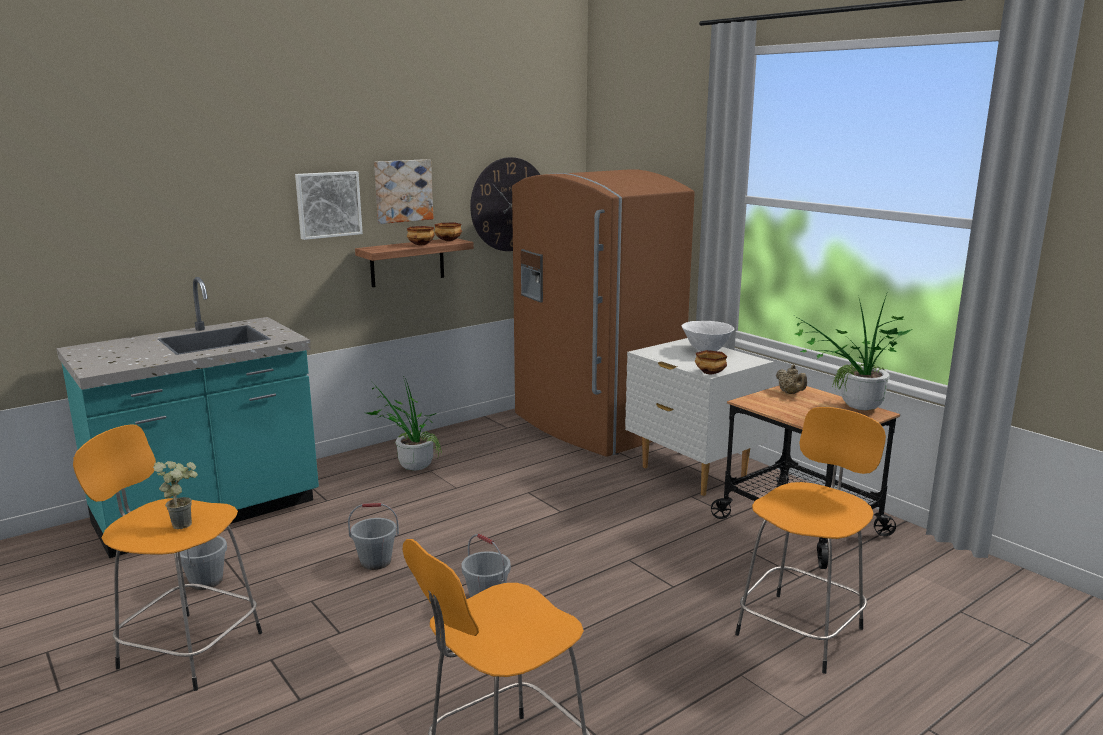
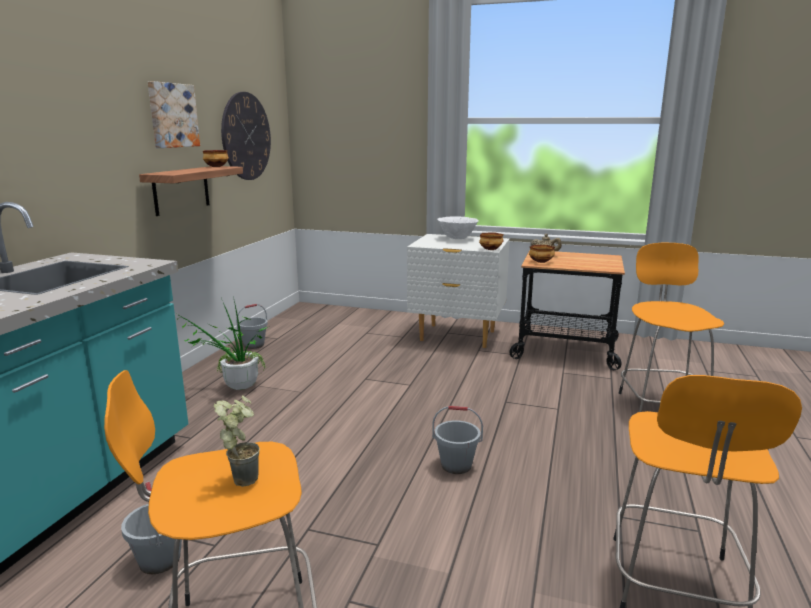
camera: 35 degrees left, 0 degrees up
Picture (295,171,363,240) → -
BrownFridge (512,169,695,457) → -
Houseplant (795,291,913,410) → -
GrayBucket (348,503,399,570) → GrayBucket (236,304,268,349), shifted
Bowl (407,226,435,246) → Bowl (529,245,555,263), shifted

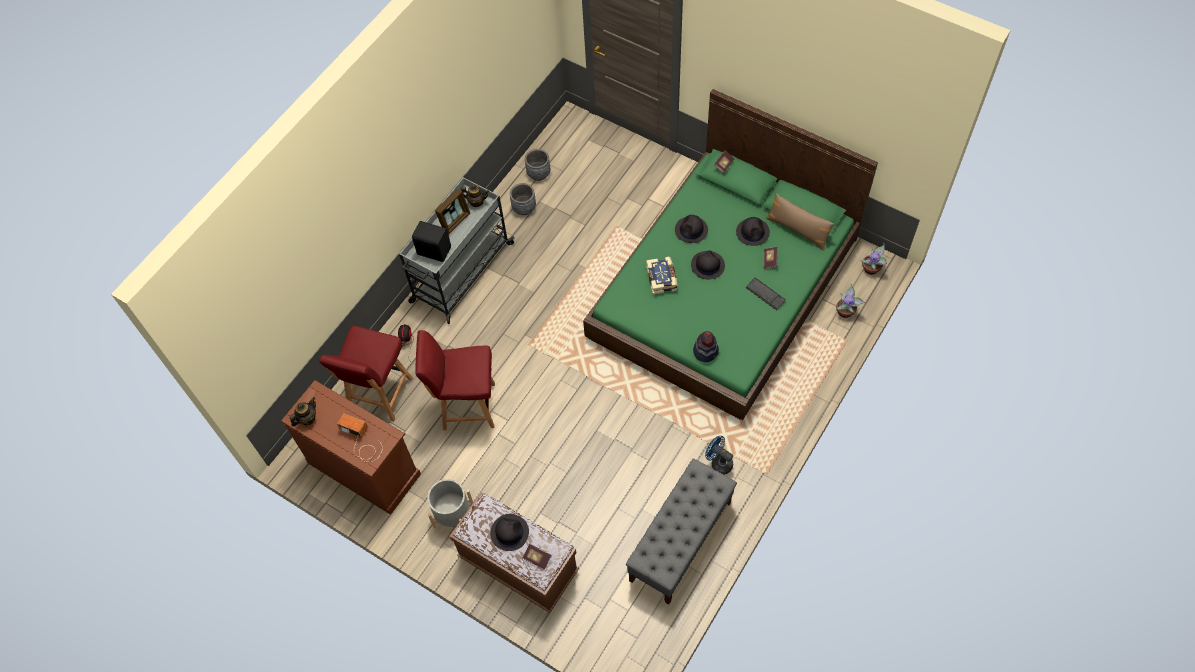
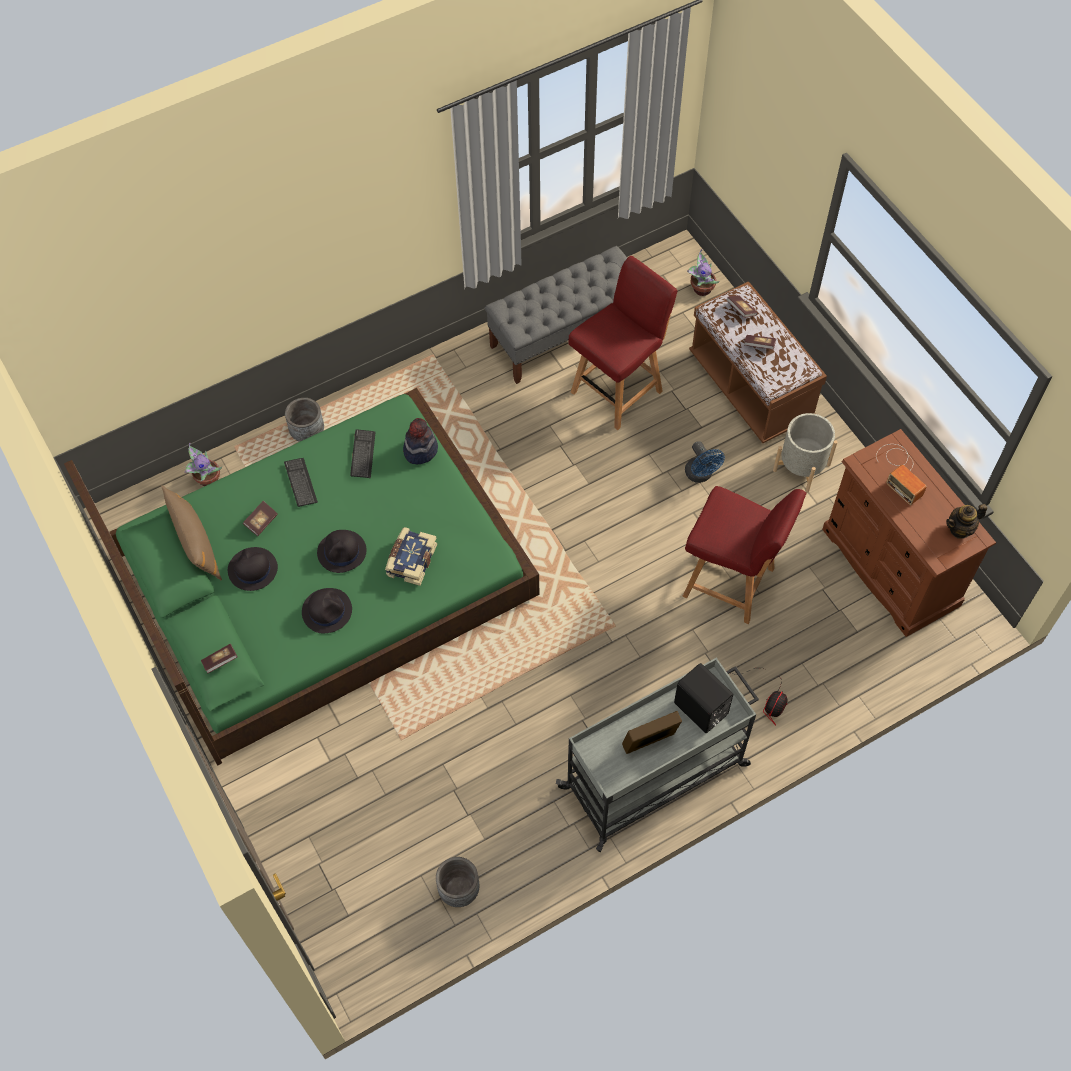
camera: 155 degrees left, 0 degrees up
PotForTea (461,184,489,207) → -
- → PcKeyboard (350,429,376,478)
RedColouredUprightChair (319,326,413,421) → RedColouredUprightChair (568,256,678,430), shifted
GrayPlanter (510,183,536,215) → GrayPlanter (285,398,324,442), shifted
BluishFan (705,436,733,475) → BluishFan (685,441,725,483), shifted
Houseplant (860,243,887,275) → Houseplant (687,249,720,296), shifted
BlackColouredWearableHat (490,514,529,551) → Volume (744,335,776,350)

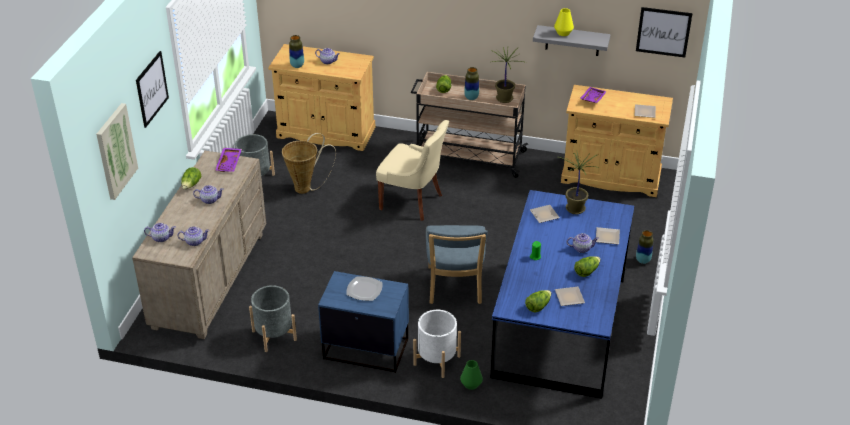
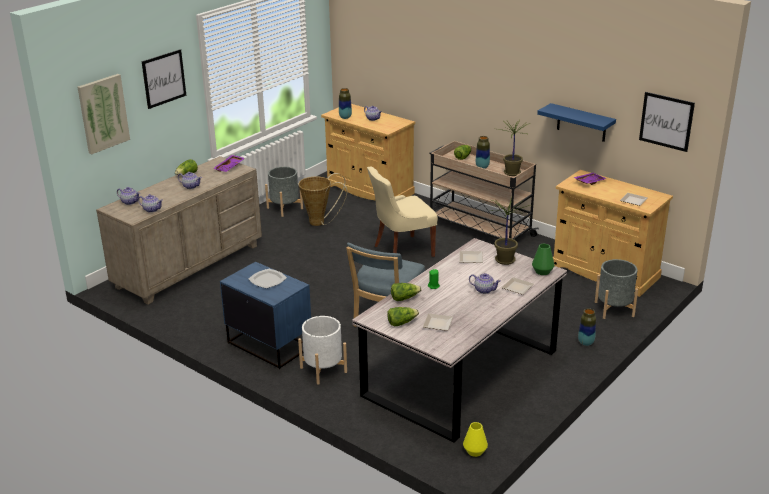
camera: 25 degrees right, 10 degrees down
GrayPlanter (249,285,297,352) → GrayPlanter (595,259,638,319), shifted
GreenVase (460,360,483,390) → GreenVase (532,244,554,275), shifted
YellowVase (554,8,574,36) → YellowVase (463,422,488,457), shifted
HeadOfLettuce (574,256,600,277) → HeadOfLettuce (391,283,422,301), shifted
BluishDiningTable (490,190,634,399) → GrayDiningTable (352,238,567,443)
GrayWallShelf (533,25,611,56) → BluishWallShelf (537,103,616,142)
SandColouredUprightChair (376,120,449,221) → SandColouredUprightChair (367,167,438,257), 105 degrees clockwise

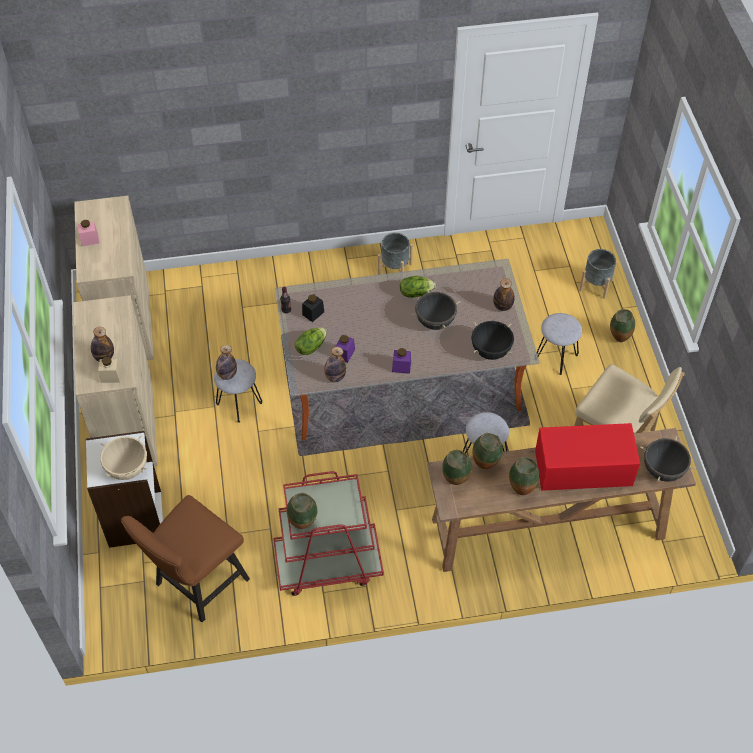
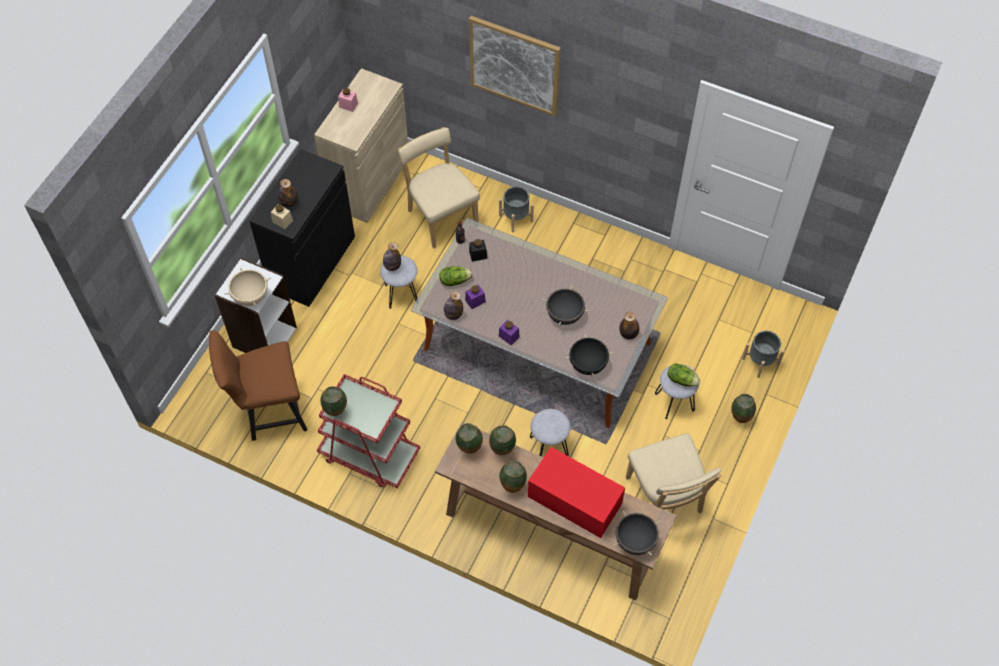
camera: 35 degrees right, 5 degrees up
- → SandColouredUprightChair (398,127,480,248)
- → Picture (469,16,561,116)
GrayPlanter (378,233,413,275) → GrayPlanter (499,186,534,232), shifted
HeadOfLettuce (400,276,436,298) → HeadOfLettuce (668,363,700,387), shifted
SandColouredCabinet (73,295,158,466) → BlackColouredCabinet (249,149,355,307)

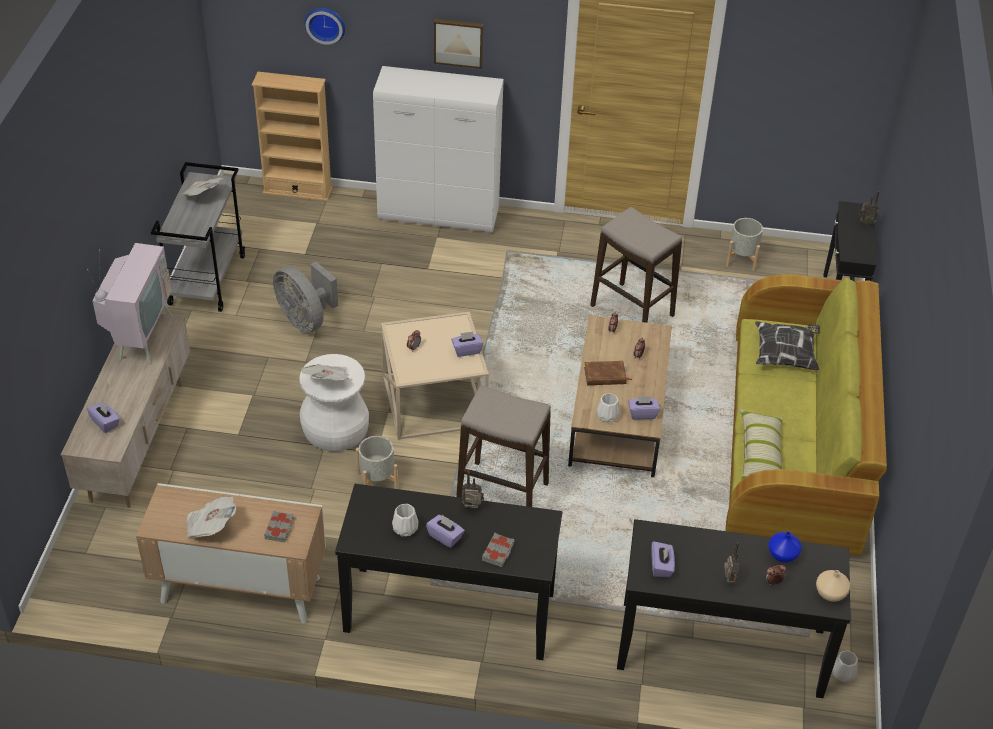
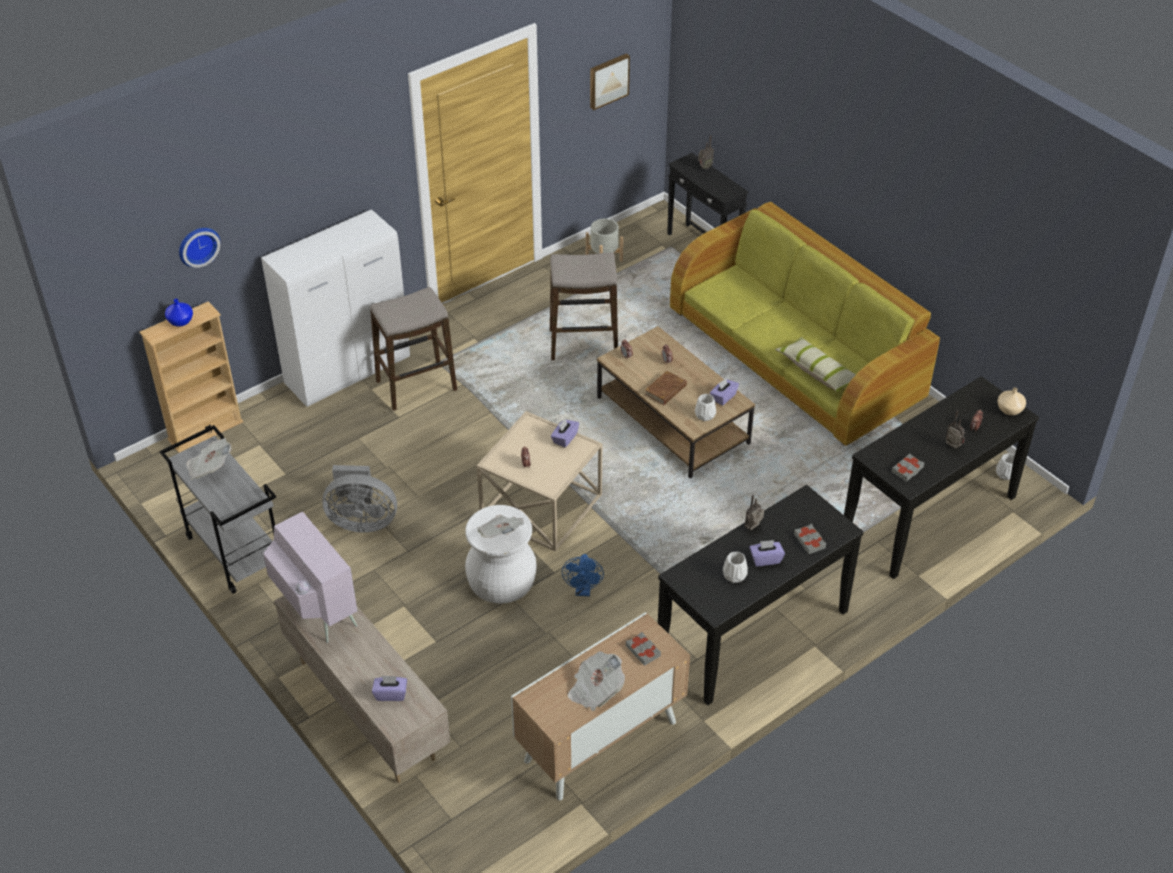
camera: 45 degrees left, 0 degrees up
Cushion (755,321,820,371) → -
Picture (434,19,483,69) → Picture (590,53,630,110), shifted
StoolSeat (456,385,551,507) → StoolSeat (370,287,457,411), shifted
BluishVase (768,532,802,563) → BluishVase (165,299,193,327), shifted
GrayPlanter (356,436,398,489) → BluishFan (562,554,604,596)
PurplishBoxOfTissues (651,541,675,577) → GrayVolume (892,453,924,482)

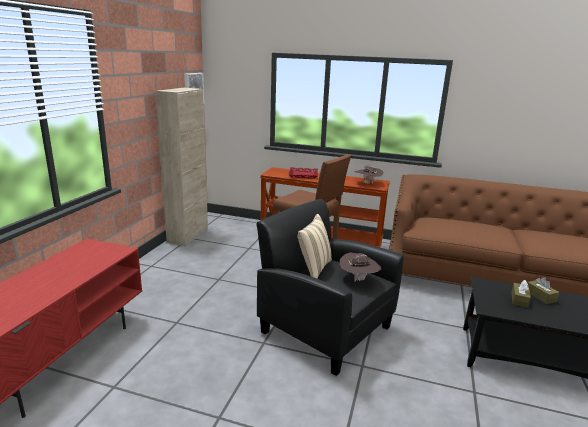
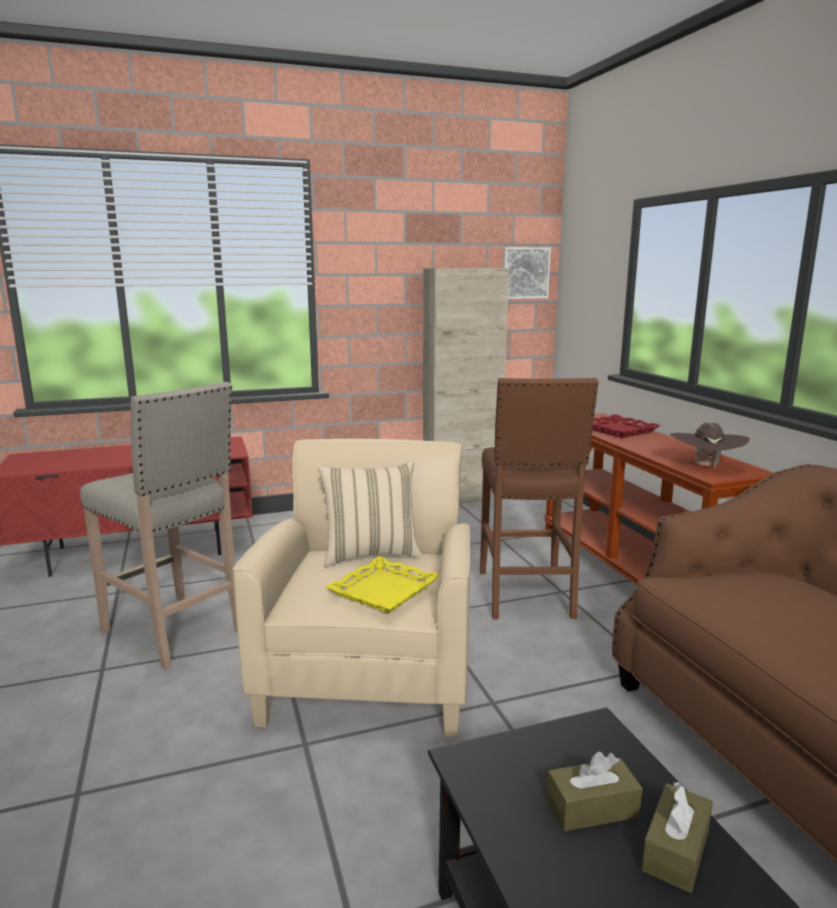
camera: 55 degrees right, 5 degrees down
- → SandColouredStoolSeat (80,382,237,670)
BrownWearableHat (340,253,381,282) → YellowCarryingTray (325,556,440,613)
BlackColouredEasyChair (256,199,404,376) → SandColouredEasyChair (233,439,470,737)

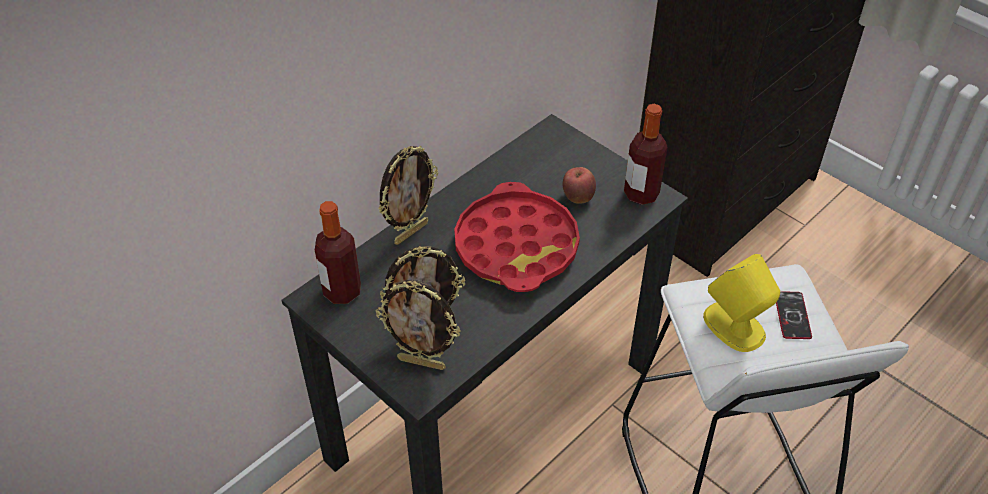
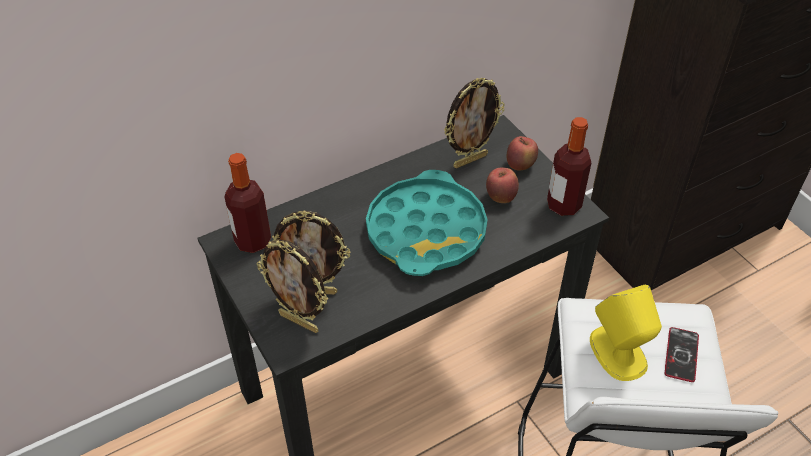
camera: 15 degrees right, 0 degrees up
- → AppleFruit (507,136,538,171)
StandingFrame (378,146,438,245) → StandingFrame (444,78,505,169), shifted
RedColouredCarryingTray (454,182,580,292) → TurquoiseColouredCarryingTray (366,170,488,276)

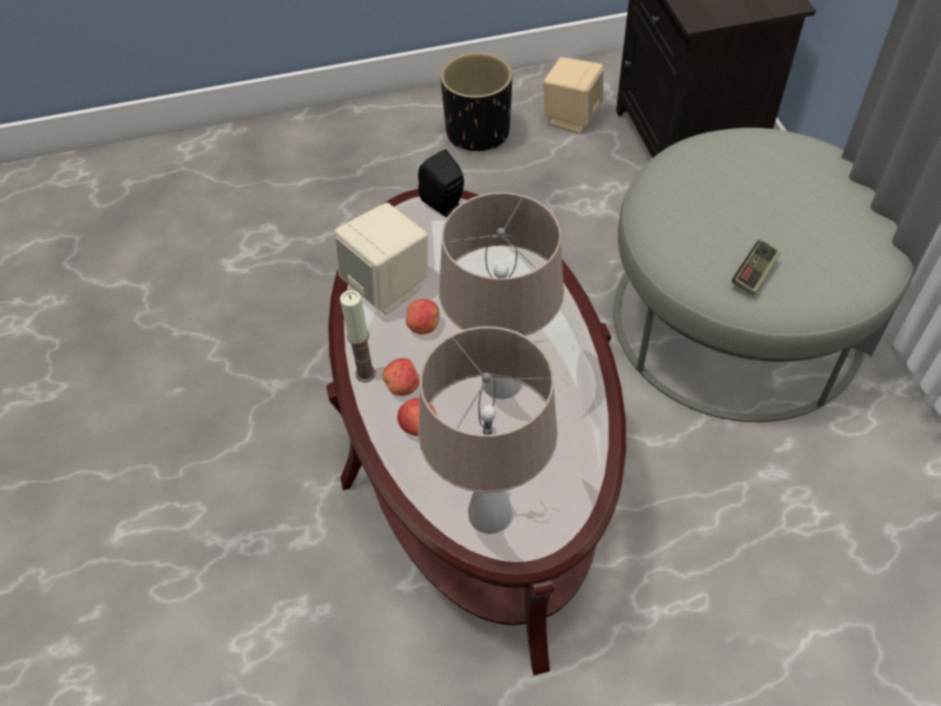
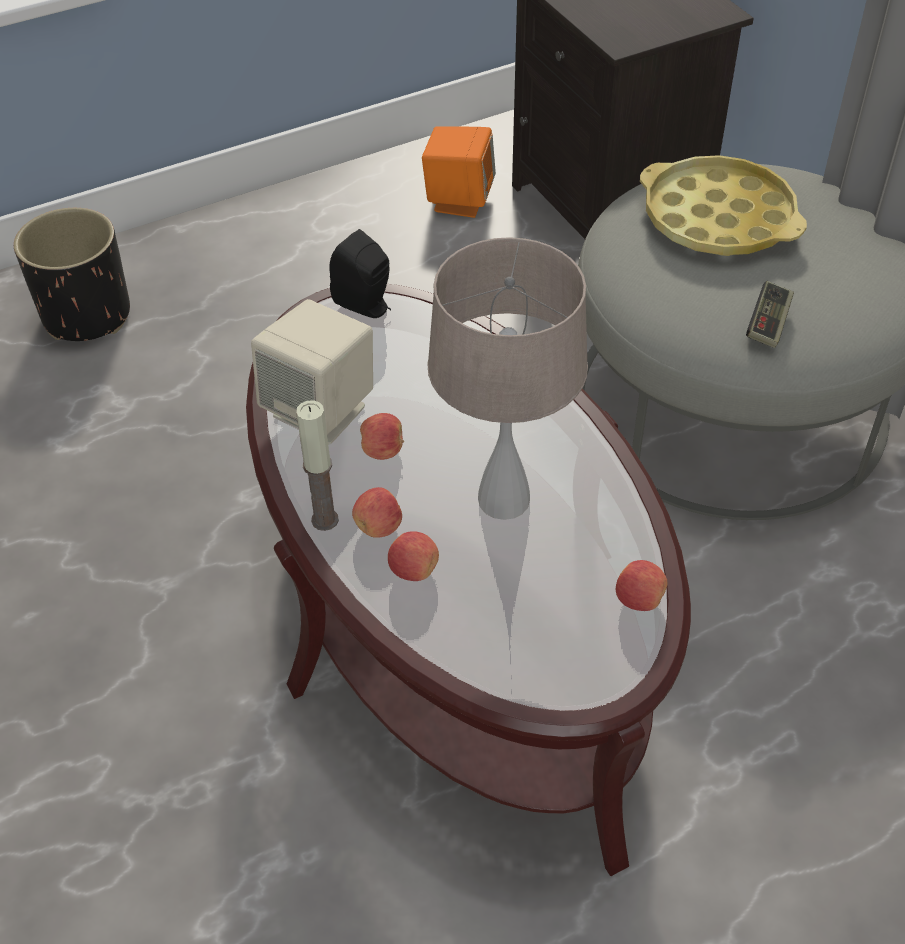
camera: 15 degrees left, 5 degrees down
SandColouredTabletopLamp (418,326,558,534) → -
- → AppleFruit (616,560,668,611)
- → YellowCarryingTray (640,155,807,256)
BlackColouredPlanter (440,52,513,151) → BlackColouredPlanter (14,208,130,341), shifted
SandColouredAudioSpeaker (543,57,603,133) → OrangeAudioSpeaker (422,126,496,218)

